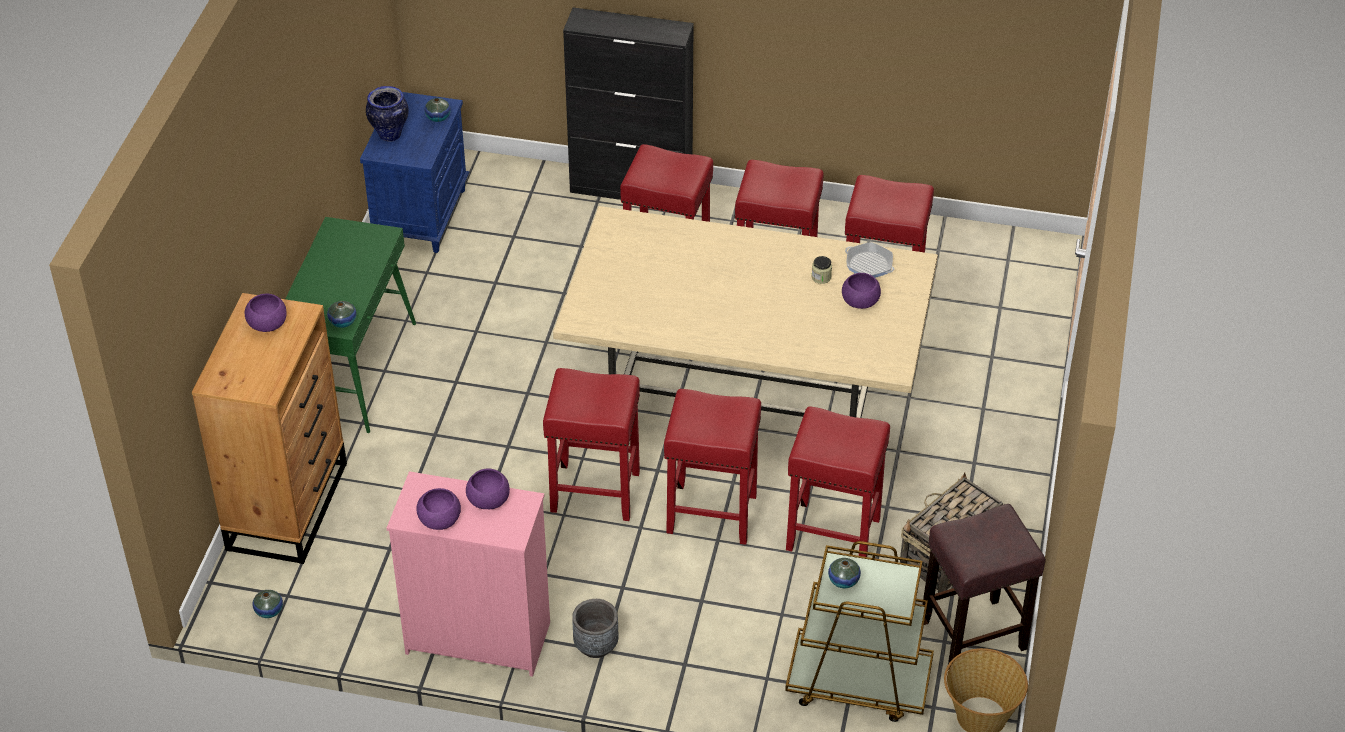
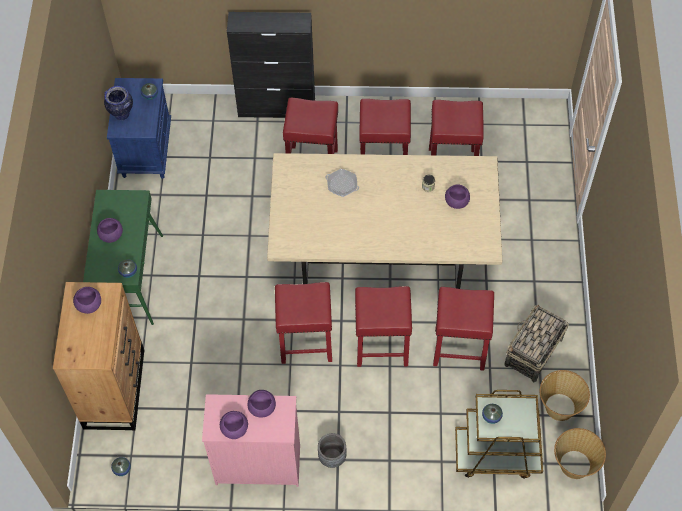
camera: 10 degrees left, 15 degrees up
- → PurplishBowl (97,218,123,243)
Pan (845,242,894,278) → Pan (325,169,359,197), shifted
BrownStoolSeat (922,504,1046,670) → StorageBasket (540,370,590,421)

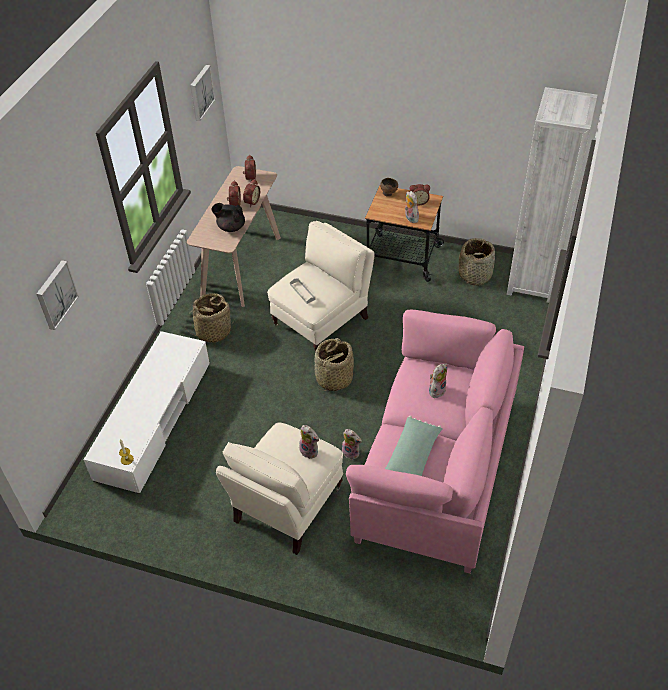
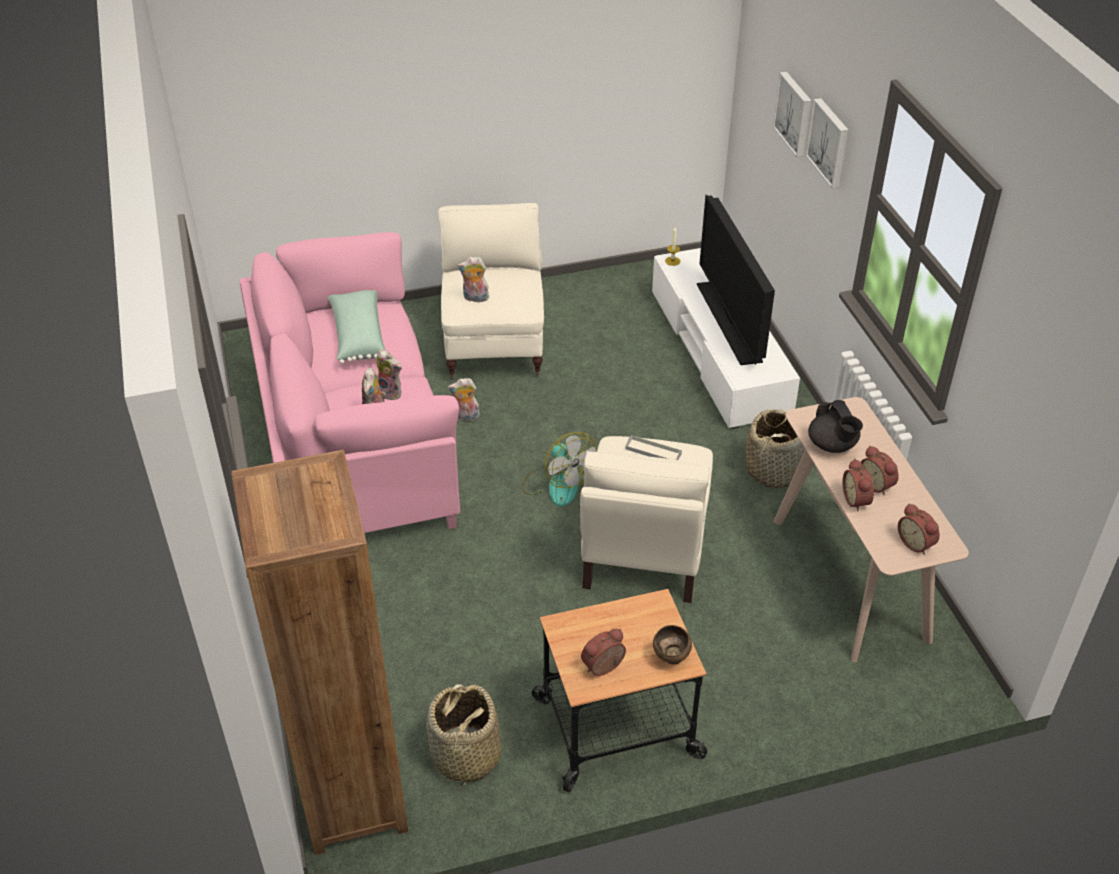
camera: 145 degrees right, 5 degrees down
- → TvSet (697,195,775,365)
Picture (190,65,215,121) → Picture (806,98,849,188), shifted
SoftToy (405,191,419,223) → SoftToy (376,350,402,400), shifted
StorageBasket (314,338,354,391) → Fan (522,432,597,507)
WhitishBookshelf (507,87,597,303) → BrownBookshelf (231,450,408,855)
BlackColouredPotForTea (212,203,245,232) → BlackColouredPotForTea (808,400,863,453), 90 degrees clockwise

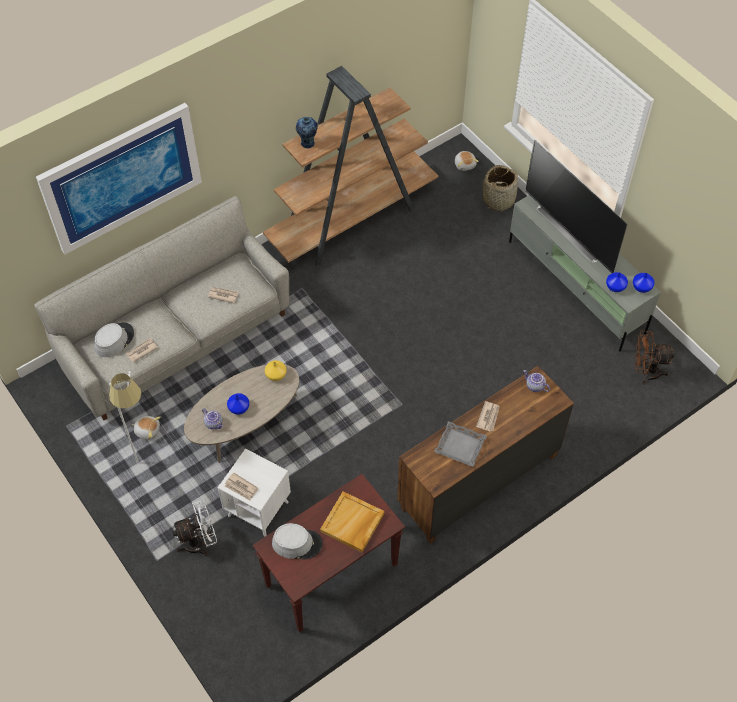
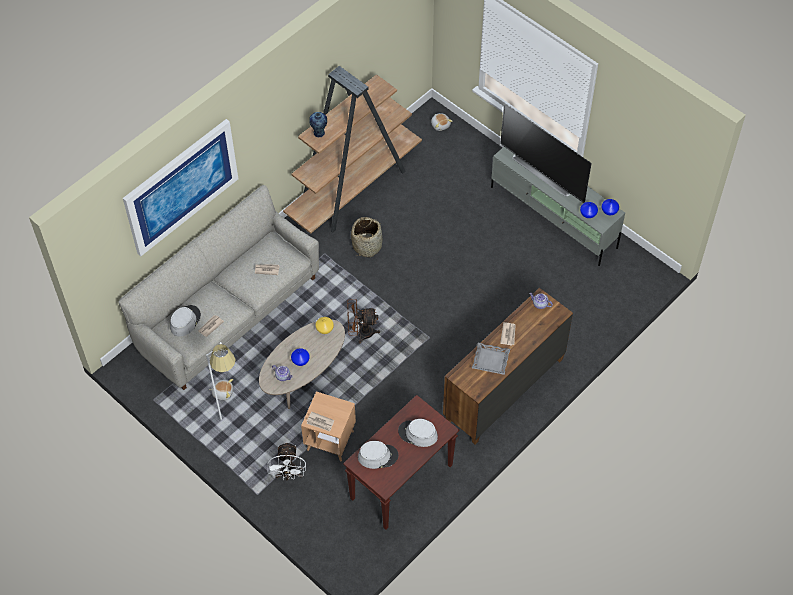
camera: 10 degrees left, 0 degrees up
StorageBasket (483,165,518,212) → StorageBasket (351,217,382,257), shifted
BrownFan (634,331,675,384) → BrownFan (347,299,380,344), shifted
SandColouredCarryingTray (320,491,384,552) → GrayWearableHat (398,419,438,447)
WhitishSideTable (218,448,291,537) → BrownSideTable (301,391,356,461)
WhitishFan (172,500,217,556) → WhitishFan (268,441,306,481), 120 degrees clockwise

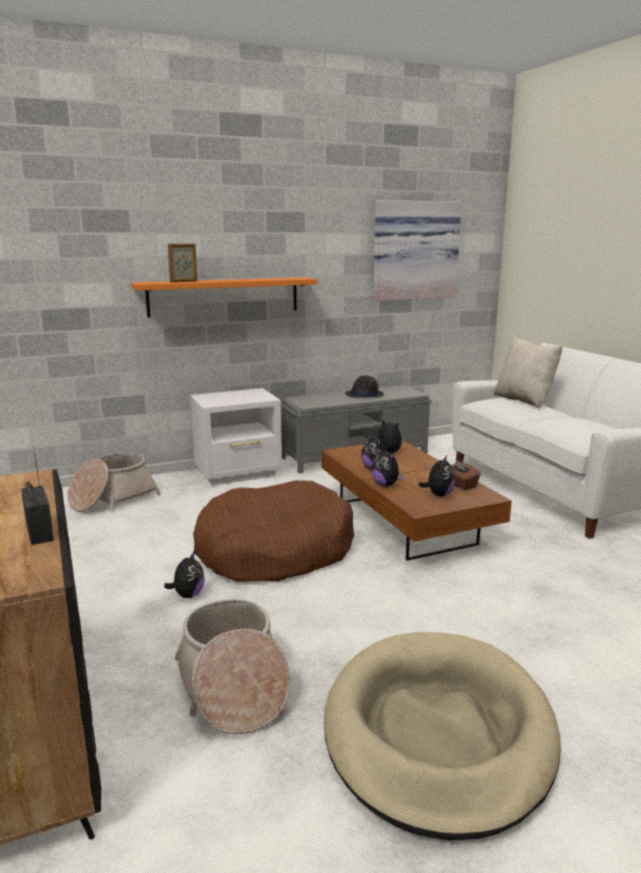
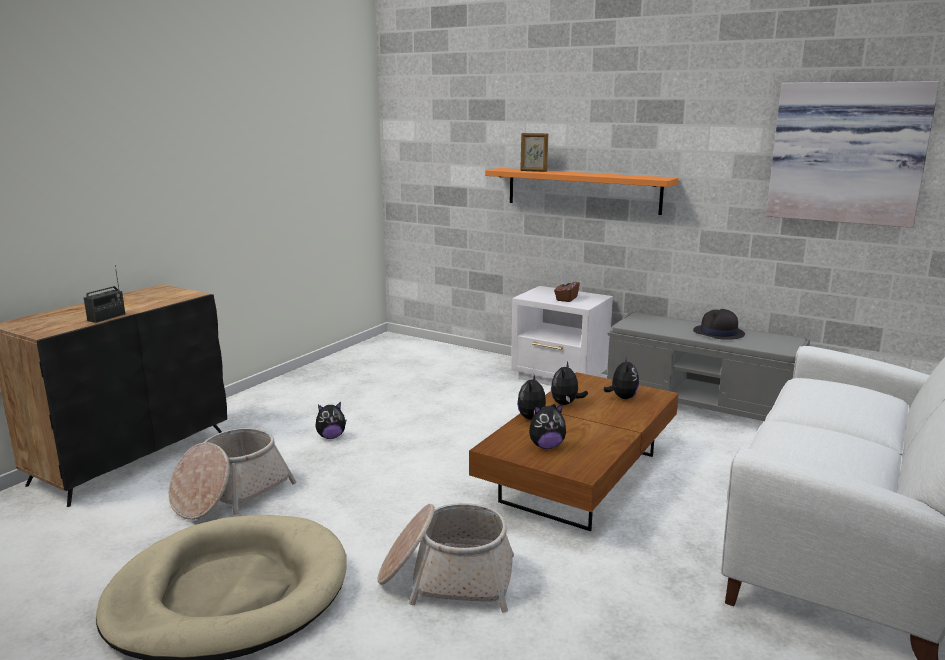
camera: 55 degrees right, 0 degrees up
BrownDogBed (193,480,354,582) → -
SandColouredCushion (494,337,562,409) → -
StorageBasket (67,453,161,511) → StorageBasket (377,503,514,612), shifted
BrownBoxOfTissues (451,459,481,490) → BrownBoxOfTissues (554,276,580,302), shifted

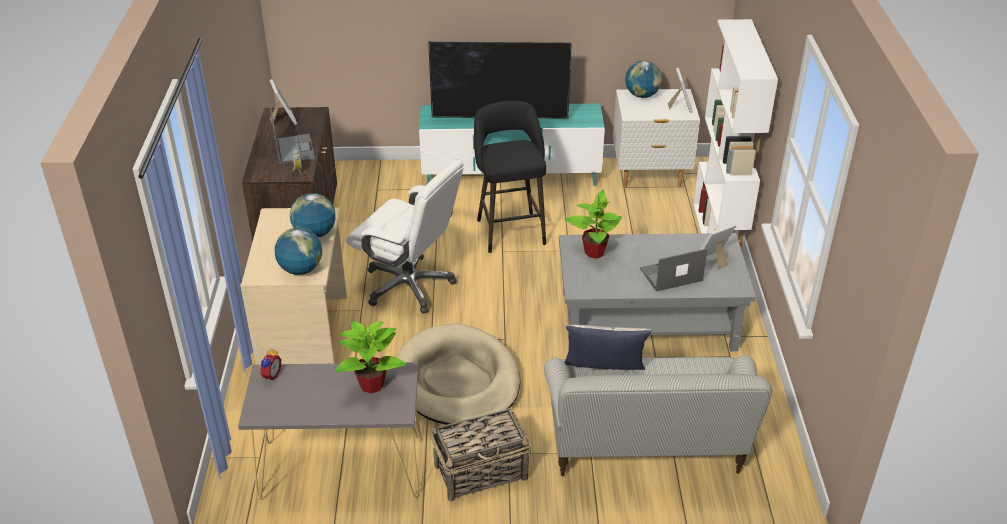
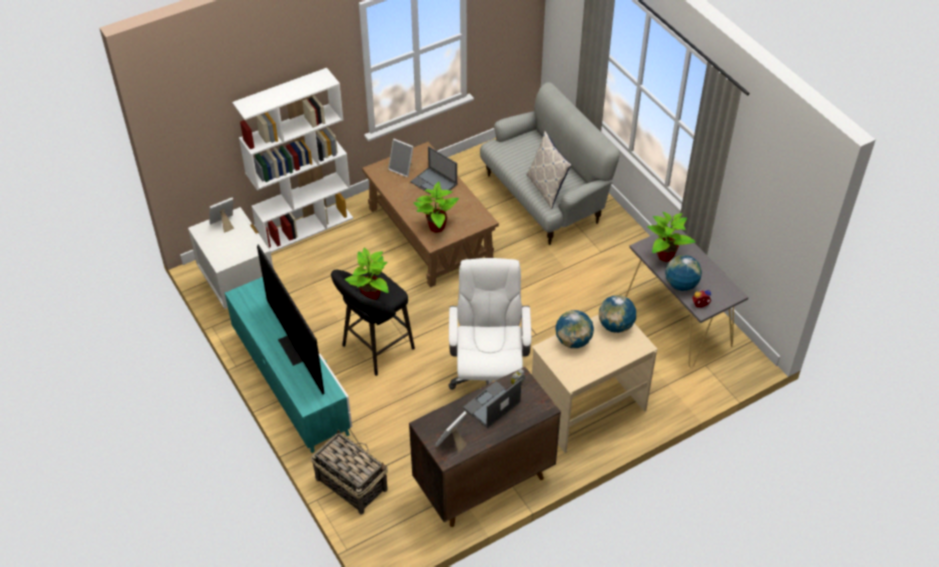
camera: 120 degrees left, 10 degrees up
SandColouredDogBed (396,323,520,425) → -
- → Houseplant (345,248,389,300)
StorageBasket (431,408,531,502) → StorageBasket (311,430,388,515), shifted
DeskGlobe (625,61,662,98) → DeskGlobe (665,255,702,291), shifted
GrayLoungeTable (559,233,756,351) → BrownLoungeTable (362,142,499,287)

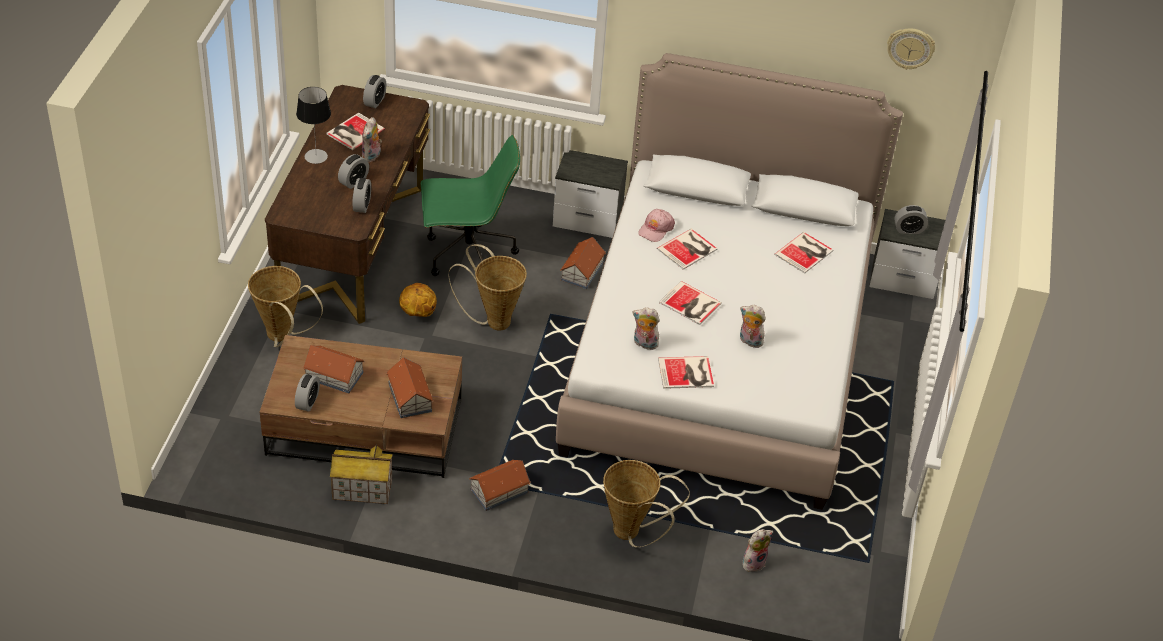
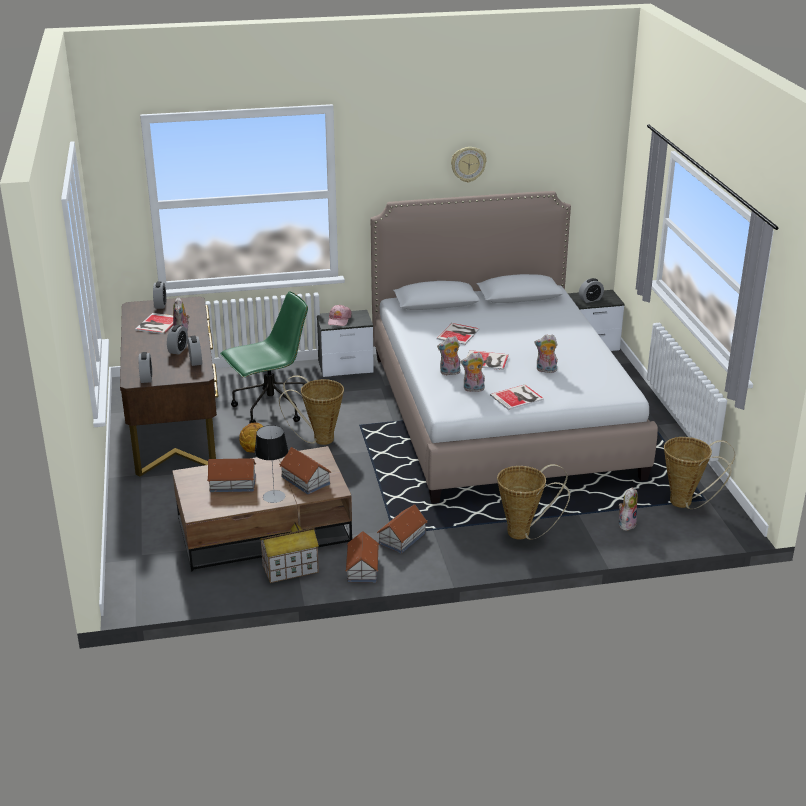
camera: 20 degrees left, 15 degrees down
Volume (775,232,833,274) → -
- → SoftToy (437,336,460,375)
StorageBasket (248,266,323,347) → StorageBasket (664,437,736,509), shifted
AlarmClock (295,374,320,412) → AlarmClock (139,352,152,383), shifted
TabletopLamp (296,87,331,164) → TabletopLamp (254,425,288,503), shifted
ToyHouse (560,237,606,289) → ToyHouse (345,531,379,582), shifted
PinkishBaseballCap (638,209,675,242) → PinkishBaseballCap (328,305,352,326), shifted
WallClock (887,28,935,70) → WallClock (451,147,487,183), shifted

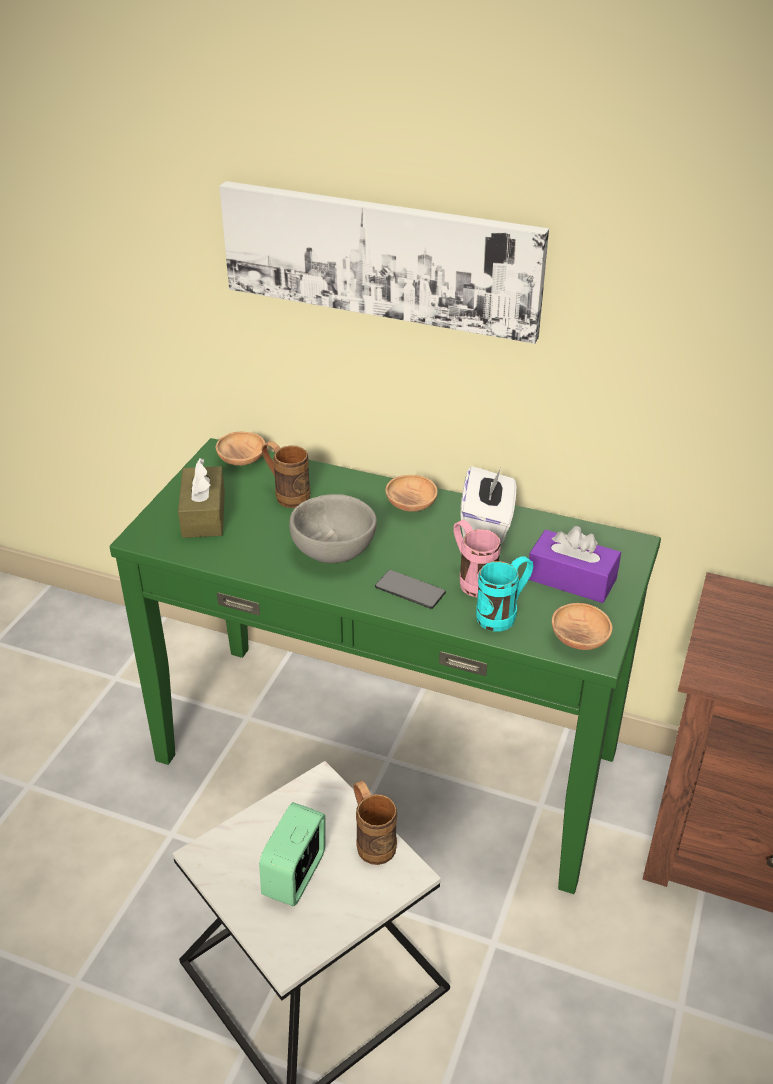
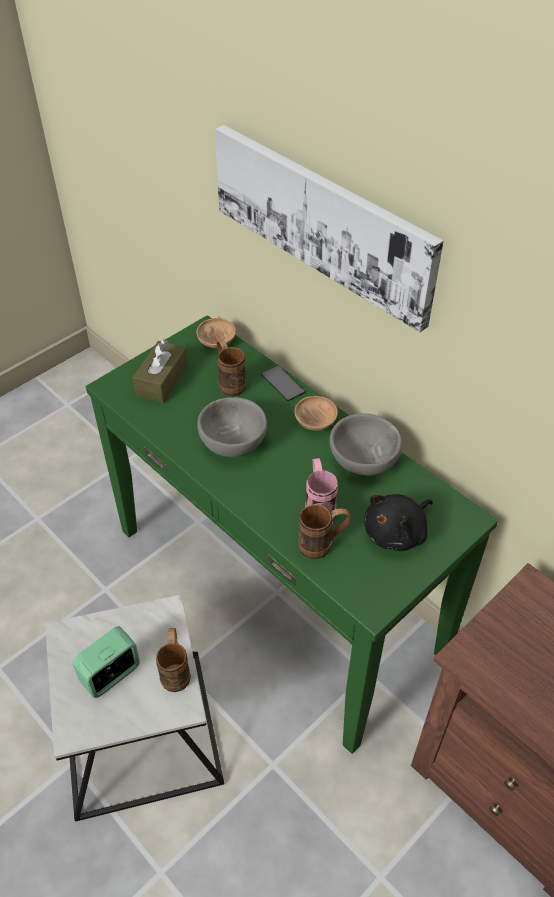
camera: 25 degrees right, 10 degrees up
BrownBowl (552,603,613,650) → -
Phone (375,570,446,609) → Phone (261,366,305,401), shifted
WhitishBoxOfTissues (461,466,516,544) → GrayBowl (330,413,403,476)
PurplishBoxOfTissues (529,526,621,603) → BlackColouredSoftToy (364,494,433,551)
TurquoiseColouredCoffeeMug (476,556,533,632) → BrownCoffeeMug (298,504,351,559)

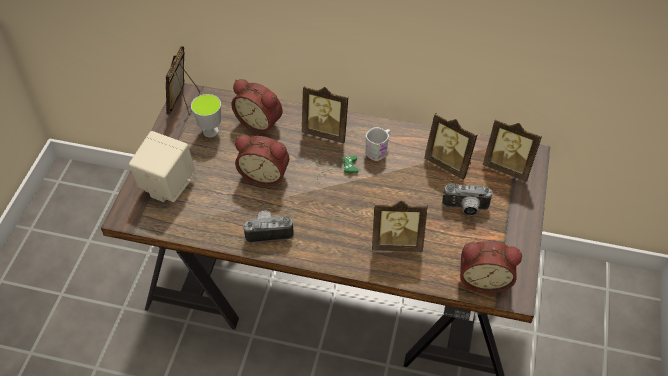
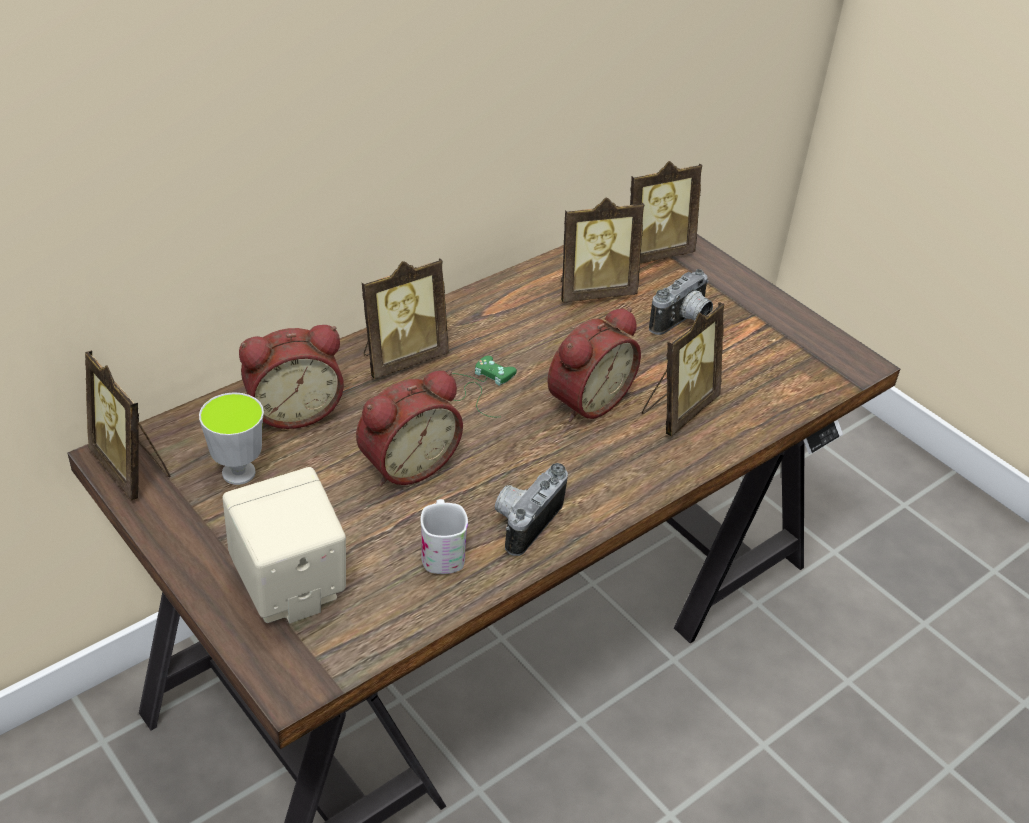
camera: 55 degrees left, 10 degrees down
WhitishCoffeeMug (365,127,391,161) → WhitishCoffeeMug (420,499,468,574), shifted
AlarmClock (460,241,522,293) → AlarmClock (547,308,641,422), shifted

